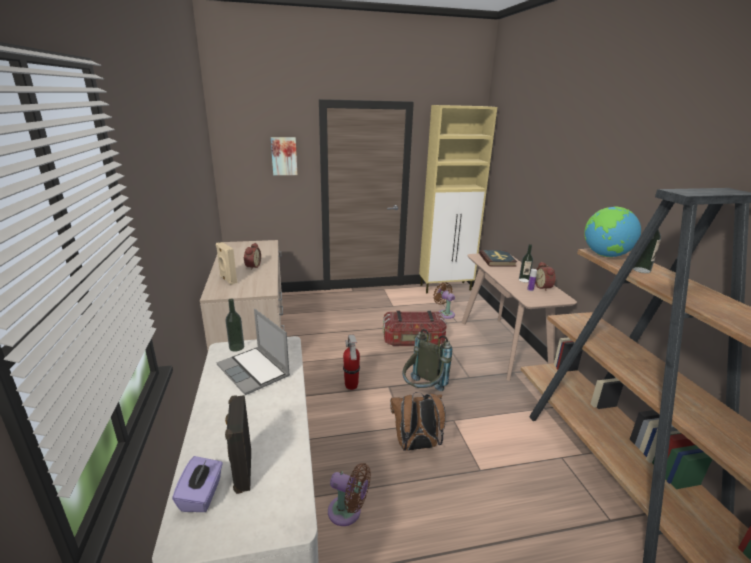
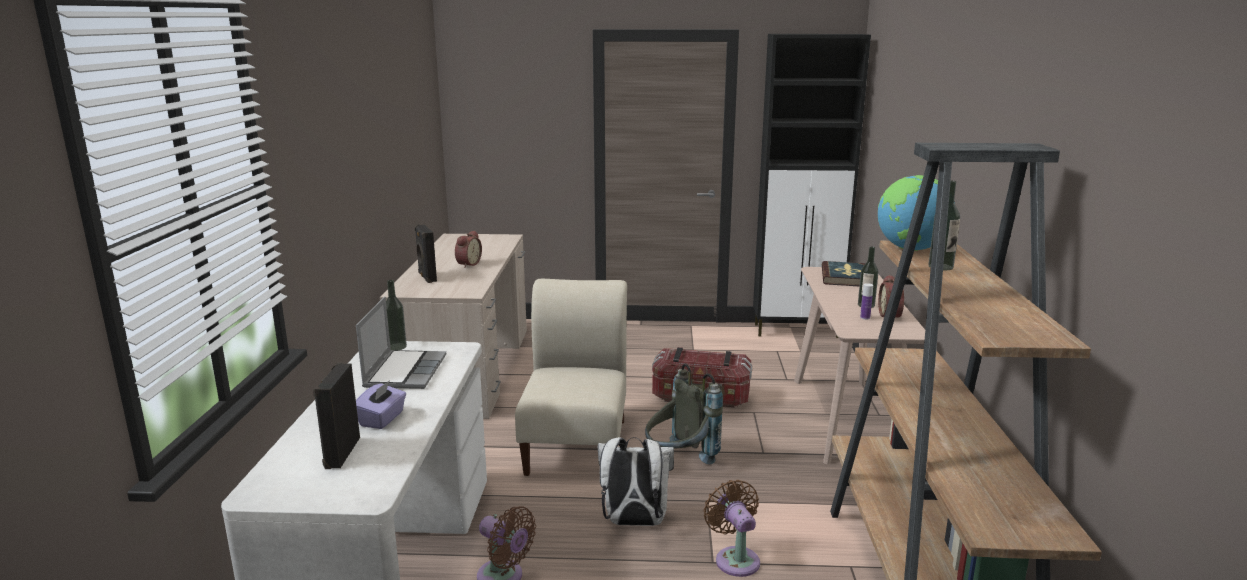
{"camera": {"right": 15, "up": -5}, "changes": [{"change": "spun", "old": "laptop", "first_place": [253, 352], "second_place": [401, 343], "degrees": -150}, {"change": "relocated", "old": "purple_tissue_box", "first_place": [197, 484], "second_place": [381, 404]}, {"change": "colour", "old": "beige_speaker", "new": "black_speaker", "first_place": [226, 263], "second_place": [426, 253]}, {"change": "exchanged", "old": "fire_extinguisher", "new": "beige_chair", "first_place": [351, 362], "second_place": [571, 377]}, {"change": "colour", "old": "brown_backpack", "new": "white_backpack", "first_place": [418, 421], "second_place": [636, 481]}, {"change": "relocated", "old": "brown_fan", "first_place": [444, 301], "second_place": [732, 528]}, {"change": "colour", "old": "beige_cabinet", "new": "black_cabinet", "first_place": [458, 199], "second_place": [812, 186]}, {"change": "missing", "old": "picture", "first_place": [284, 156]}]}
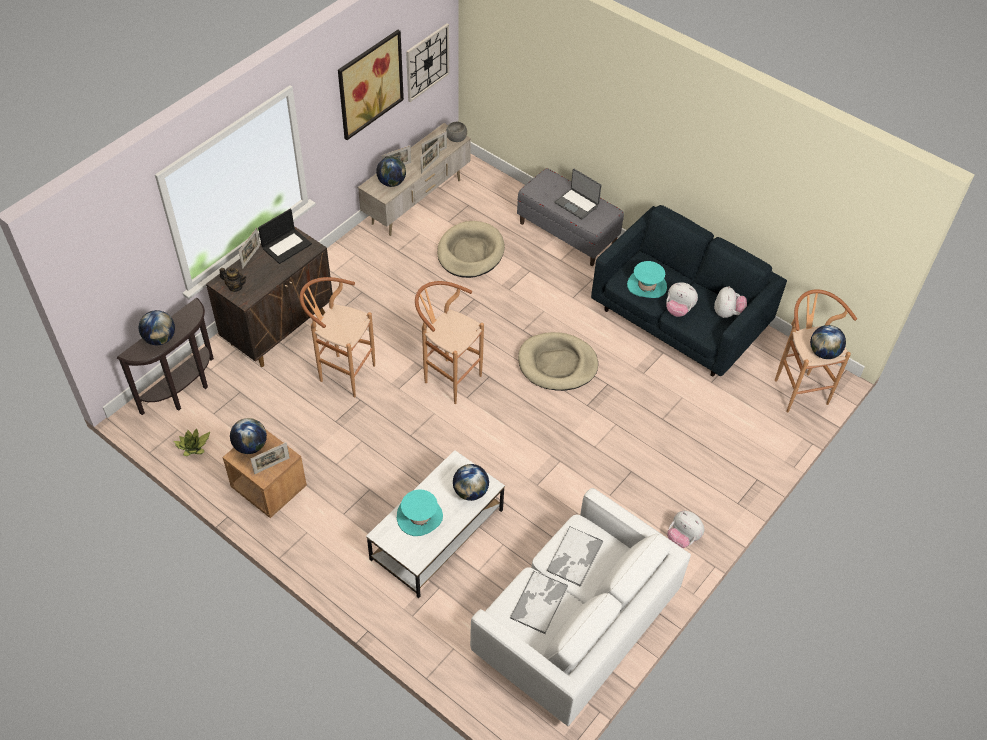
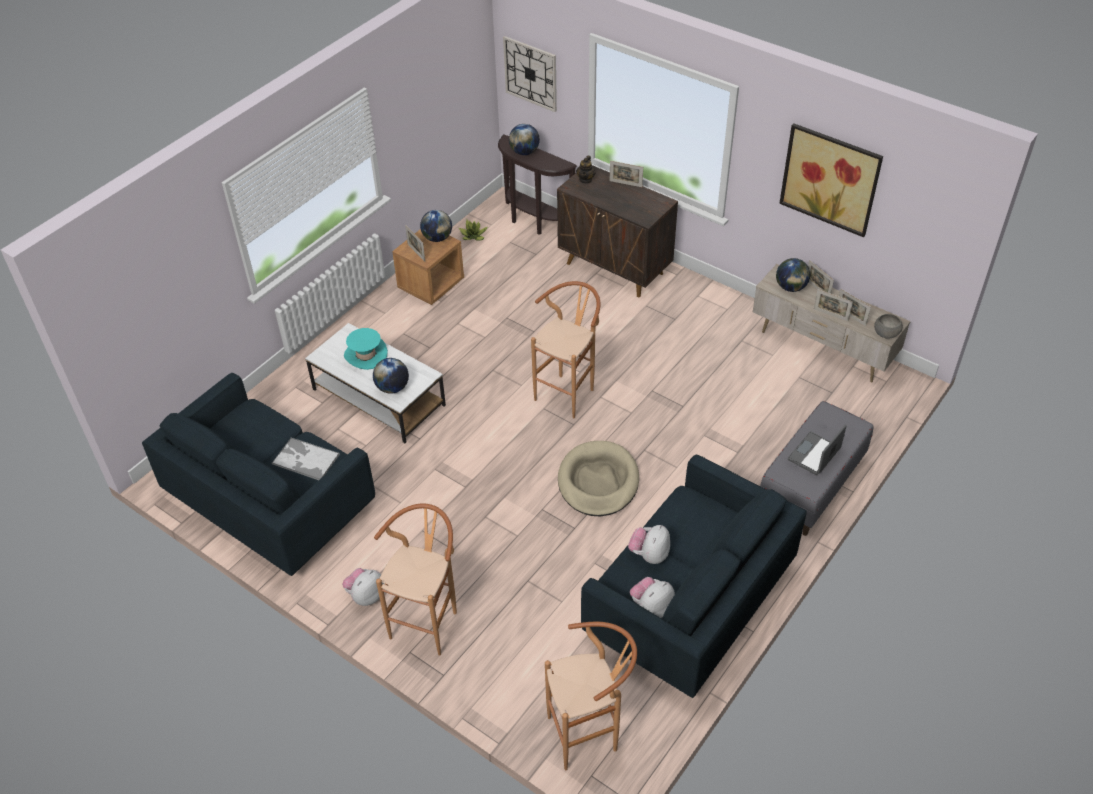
{"camera": {"right": 90, "up": -5}, "changes": [{"change": "colour", "old": "white_sofa", "new": "blue_sofa", "first_place": [580, 607], "second_place": [258, 474]}, {"change": "relocated", "old": "brown_stool", "first_place": [337, 337], "second_place": [415, 580]}, {"change": "relocated", "old": "wall_clock", "first_place": [427, 62], "second_place": [530, 74]}, {"change": "spun", "old": "plush_toy", "first_place": [730, 302], "second_place": [652, 597], "degrees": 135}, {"change": "missing", "old": "laptop", "first_place": [285, 236]}, {"change": "missing", "old": "beige_dog_bed", "first_place": [471, 249]}, {"change": "missing", "old": "tray", "first_place": [539, 602]}, {"change": "missing", "old": "turquoise_hat", "first_place": [647, 279]}, {"change": "missing", "old": "globe", "first_place": [828, 342]}]}
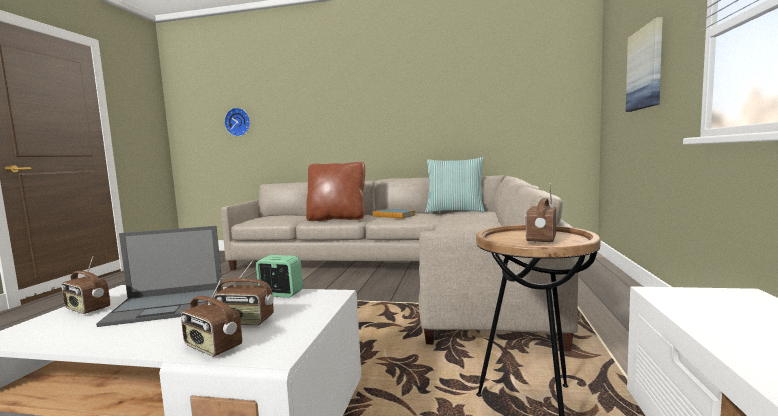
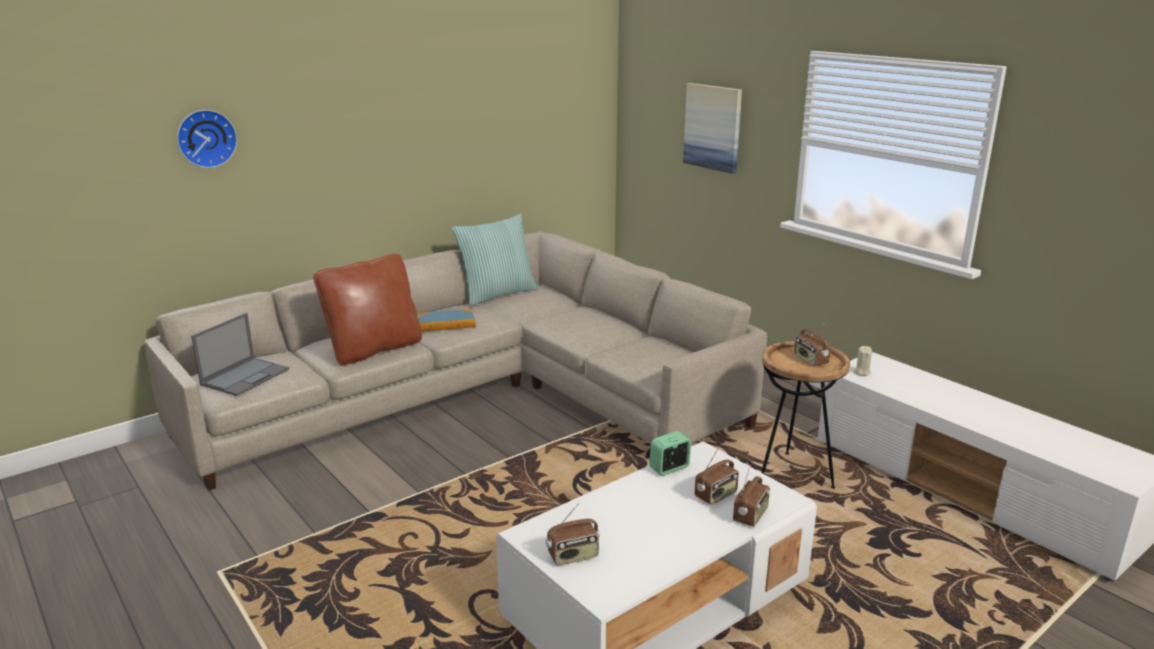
{"camera": {"right": -50, "up": 15}, "changes": [{"change": "relocated", "old": "wall_clock", "first_place": [237, 122], "second_place": [207, 139]}, {"change": "relocated", "old": "laptop", "first_place": [159, 276], "second_place": [240, 354]}, {"change": "spun", "old": "radio", "first_place": [211, 317], "second_place": [751, 497], "degrees": -45}, {"change": "appeared", "new": "beige_candle", "second_place": [863, 361]}]}
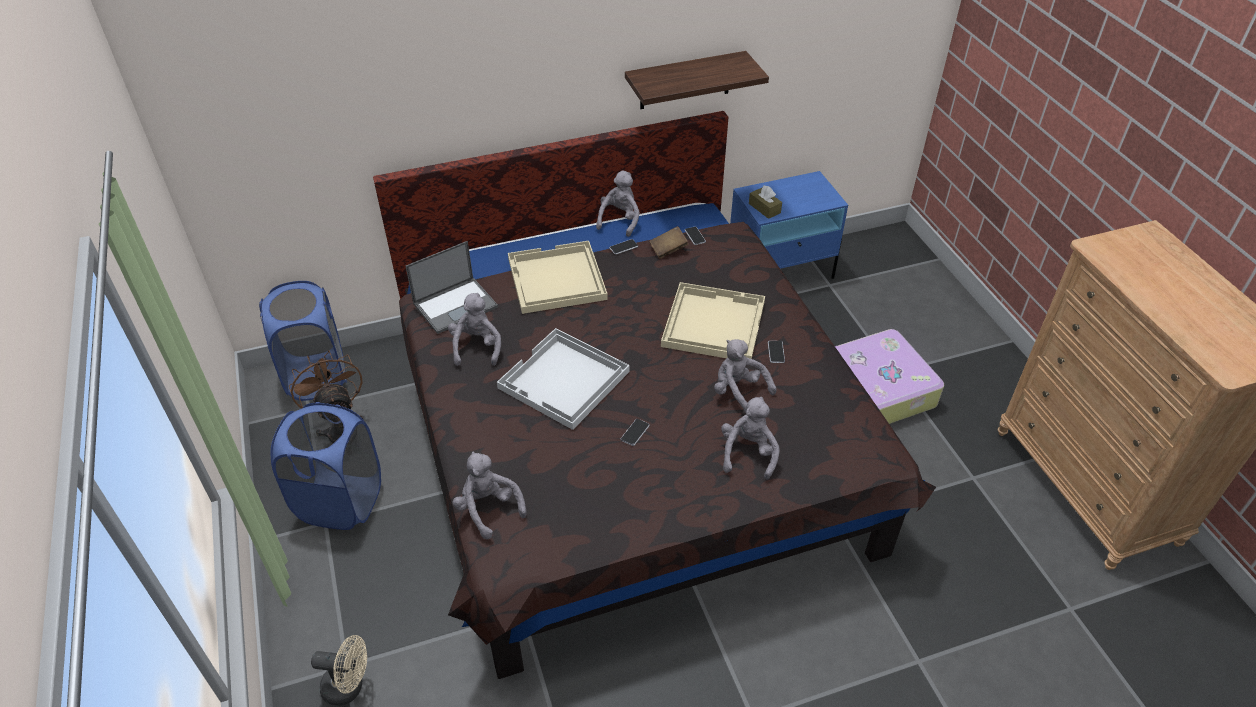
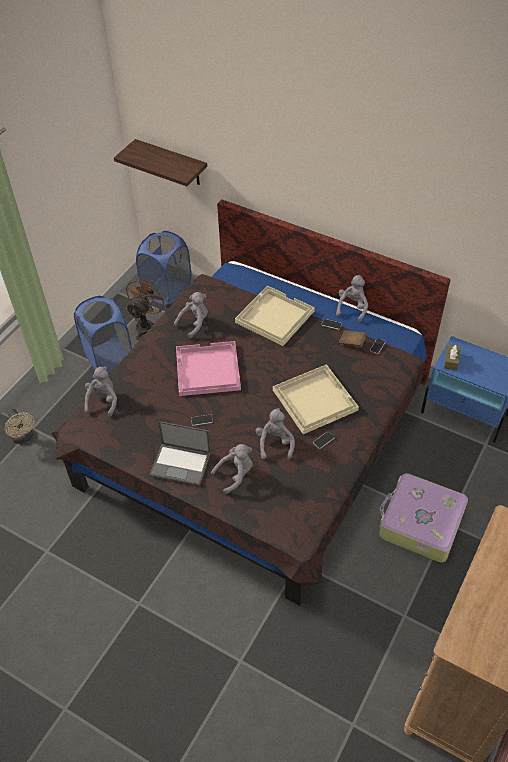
{"camera": {"right": 50, "up": 5}, "changes": [{"change": "relocated", "old": "shelf", "first_place": [697, 80], "second_place": [160, 162]}, {"change": "relocated", "old": "laptop", "first_place": [451, 287], "second_place": [180, 453]}, {"change": "colour", "old": "white_tray", "new": "pink_tray", "first_place": [563, 379], "second_place": [208, 368]}, {"change": "spun", "old": "grey_plush_toy", "first_place": [618, 204], "second_place": [352, 298], "degrees": -45}]}
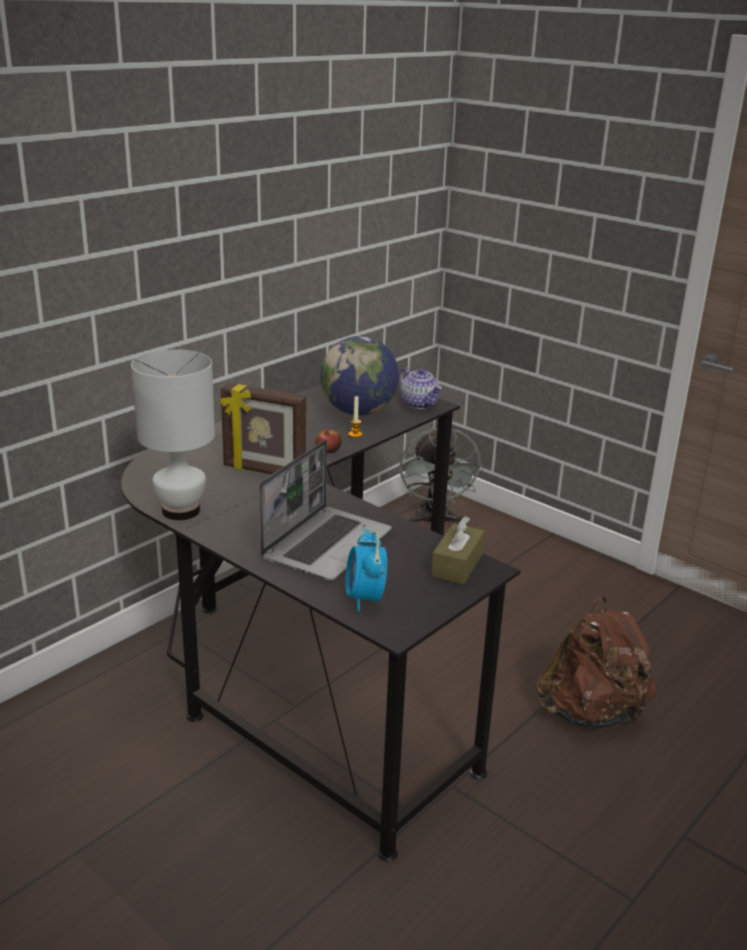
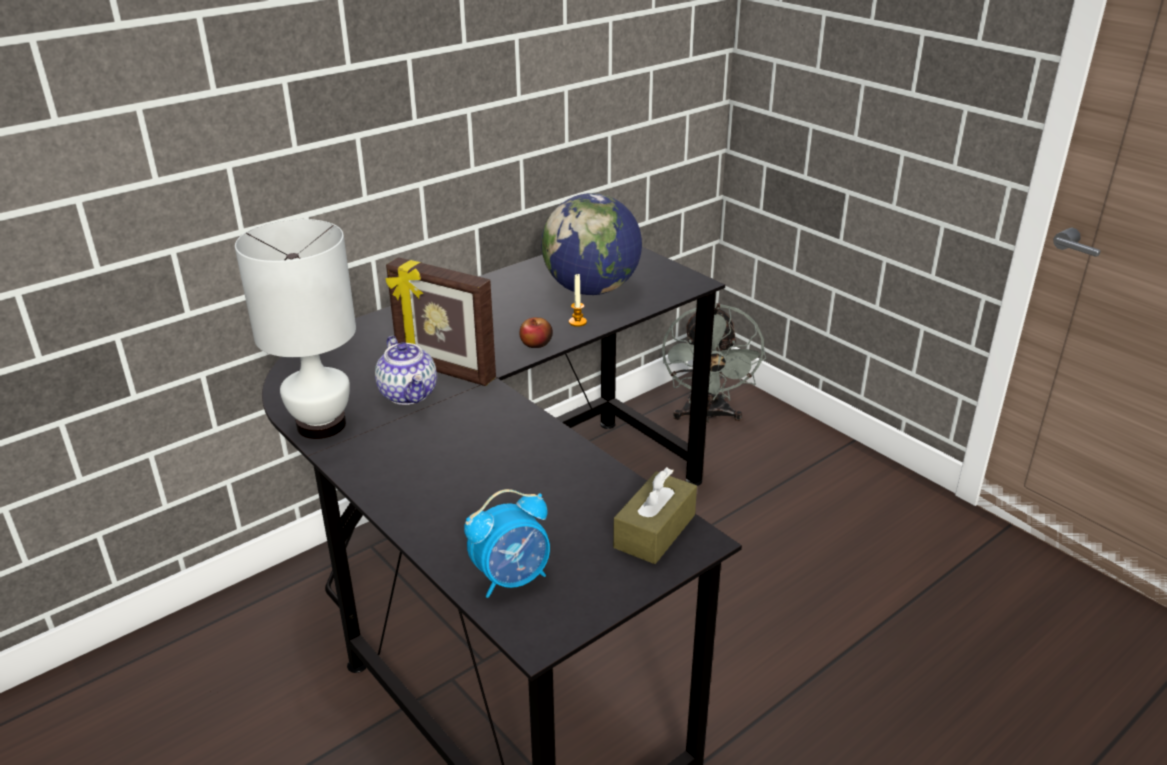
{"camera": {"right": 10, "up": 5}, "changes": [{"change": "relocated", "old": "teapot", "first_place": [421, 388], "second_place": [406, 370]}, {"change": "spun", "old": "alarm_clock", "first_place": [366, 570], "second_place": [507, 543], "degrees": -120}, {"change": "missing", "old": "laptop", "first_place": [325, 510]}, {"change": "missing", "old": "brown_backpack", "first_place": [596, 662]}]}
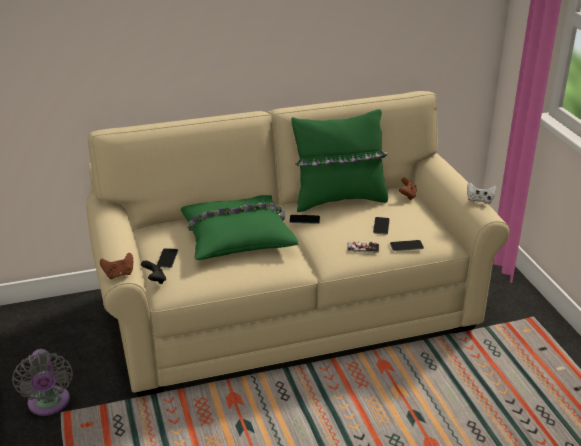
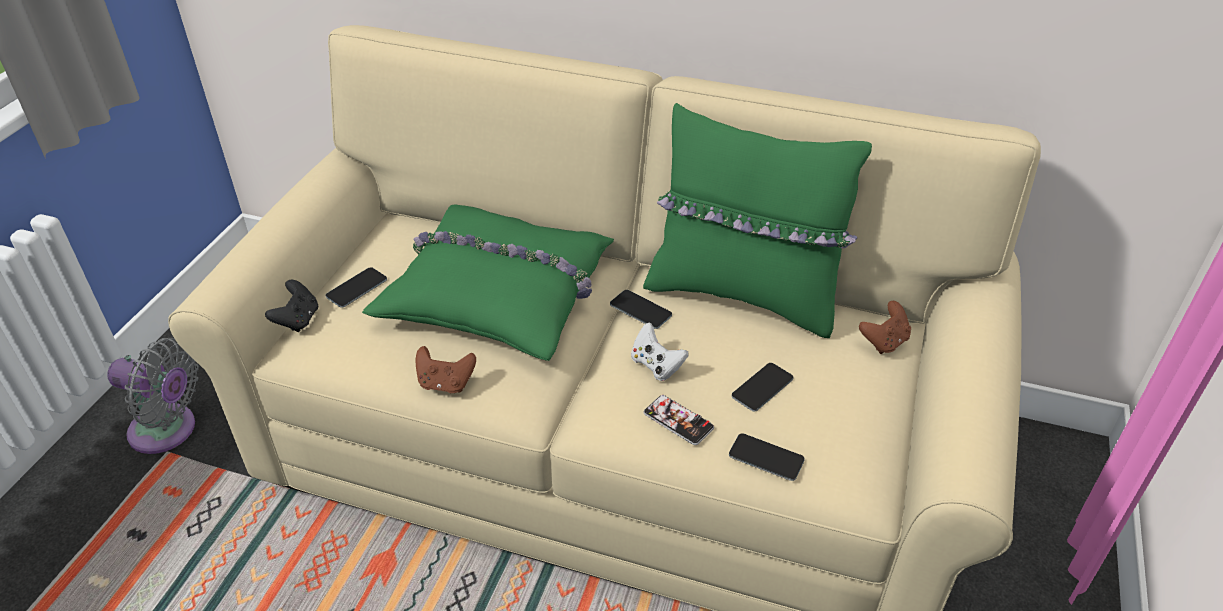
{"camera": {"right": 35, "up": 10}, "changes": [{"change": "spun", "old": "grey_fan", "first_place": [42, 382], "second_place": [153, 396], "degrees": -90}, {"change": "relocated", "old": "brown_game_controller", "first_place": [116, 266], "second_place": [446, 369]}, {"change": "relocated", "old": "white_game_controller", "first_place": [481, 193], "second_place": [660, 352]}]}
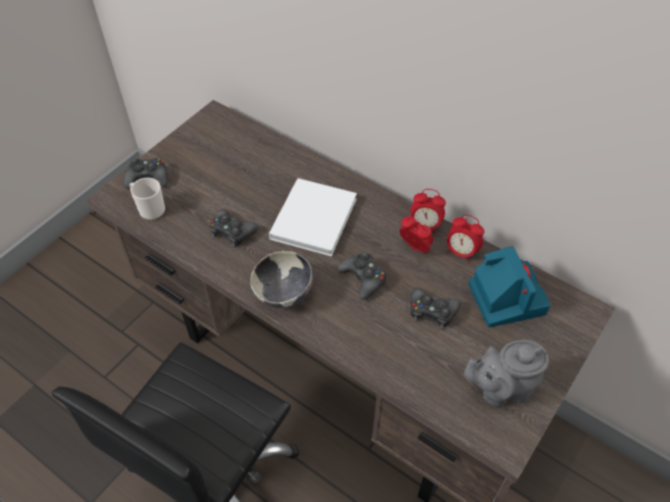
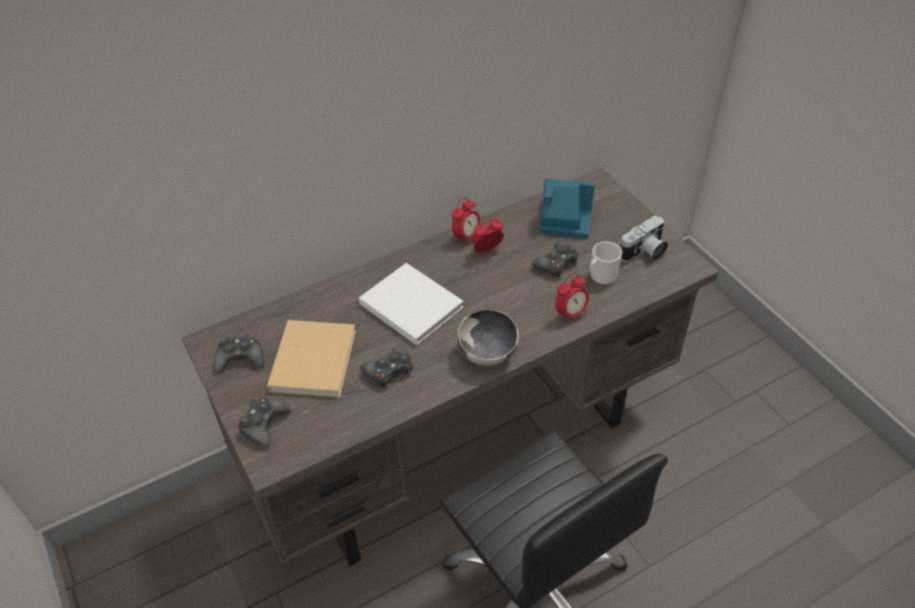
{"camera": {"right": -65, "up": -5}, "changes": [{"change": "relocated", "old": "black_game_controller", "first_place": [361, 276], "second_place": [239, 354]}, {"change": "appeared", "new": "beige_book", "second_place": [311, 359]}, {"change": "relocated", "old": "alarm_clock", "first_place": [465, 238], "second_place": [572, 298]}, {"change": "relocated", "old": "mug", "first_place": [147, 199], "second_place": [606, 263]}, {"change": "exchanged", "old": "grey_teapot", "new": "photo_camera", "first_place": [506, 373], "second_place": [644, 238]}]}
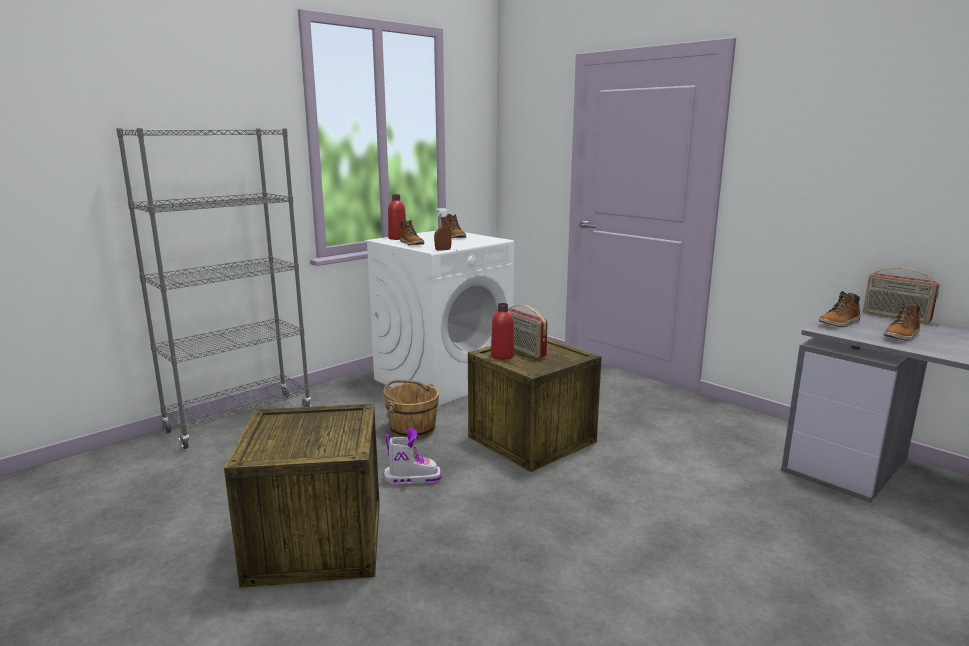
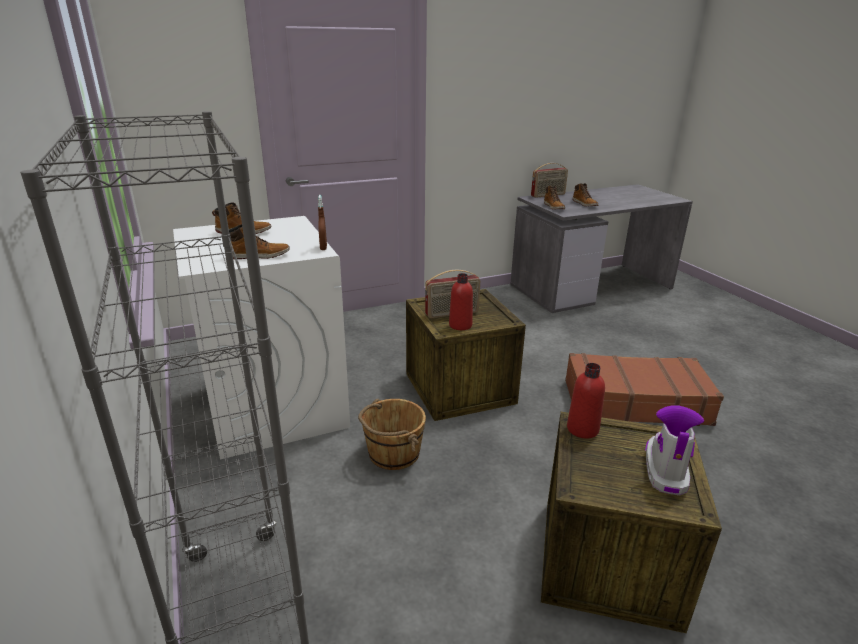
{"camera": {"right": -70, "up": 10}, "changes": [{"change": "appeared", "new": "brown_suitcase", "second_place": [644, 389]}, {"change": "relocated", "old": "red_bottle", "first_place": [397, 217], "second_place": [586, 401]}, {"change": "relocated", "old": "boot", "first_place": [413, 456], "second_place": [674, 450]}]}
